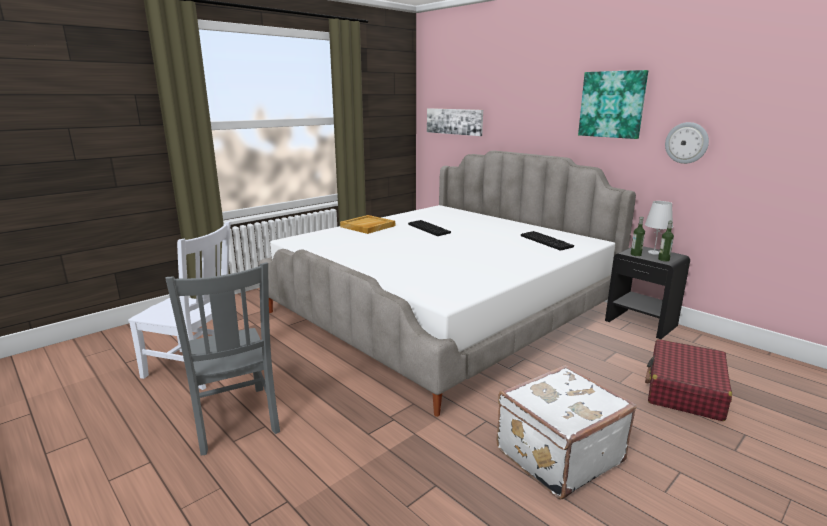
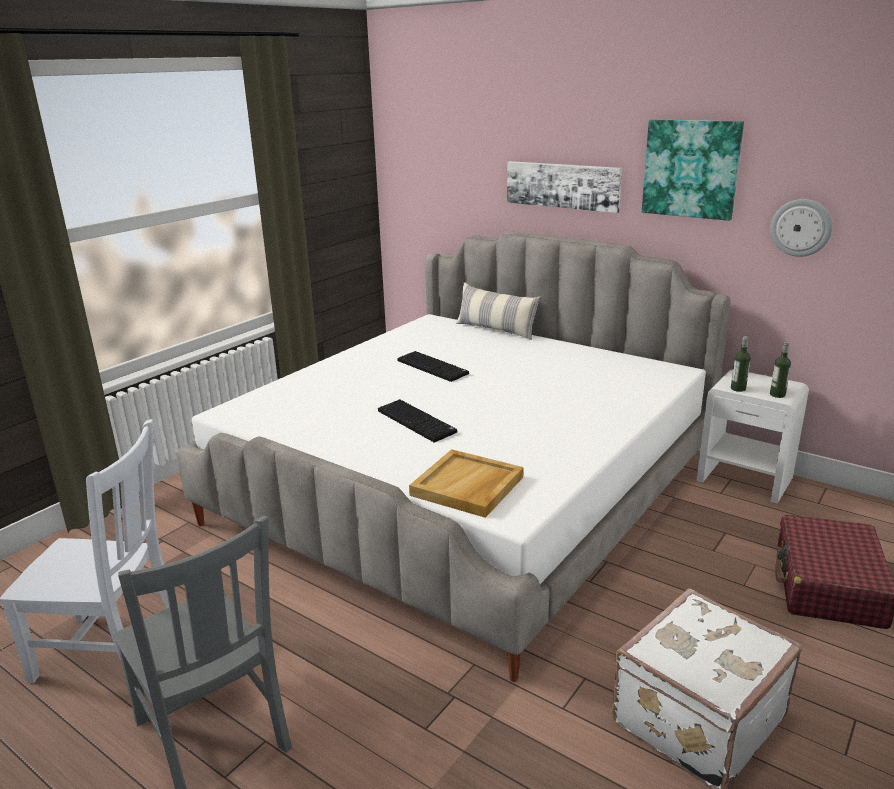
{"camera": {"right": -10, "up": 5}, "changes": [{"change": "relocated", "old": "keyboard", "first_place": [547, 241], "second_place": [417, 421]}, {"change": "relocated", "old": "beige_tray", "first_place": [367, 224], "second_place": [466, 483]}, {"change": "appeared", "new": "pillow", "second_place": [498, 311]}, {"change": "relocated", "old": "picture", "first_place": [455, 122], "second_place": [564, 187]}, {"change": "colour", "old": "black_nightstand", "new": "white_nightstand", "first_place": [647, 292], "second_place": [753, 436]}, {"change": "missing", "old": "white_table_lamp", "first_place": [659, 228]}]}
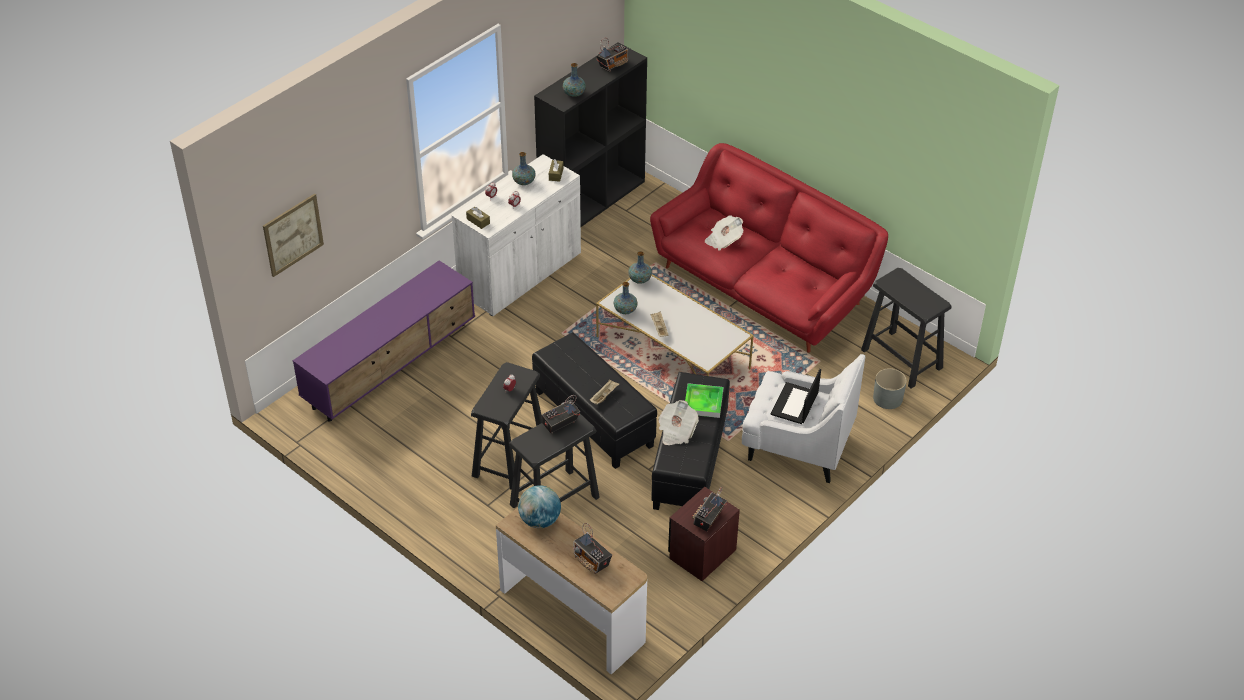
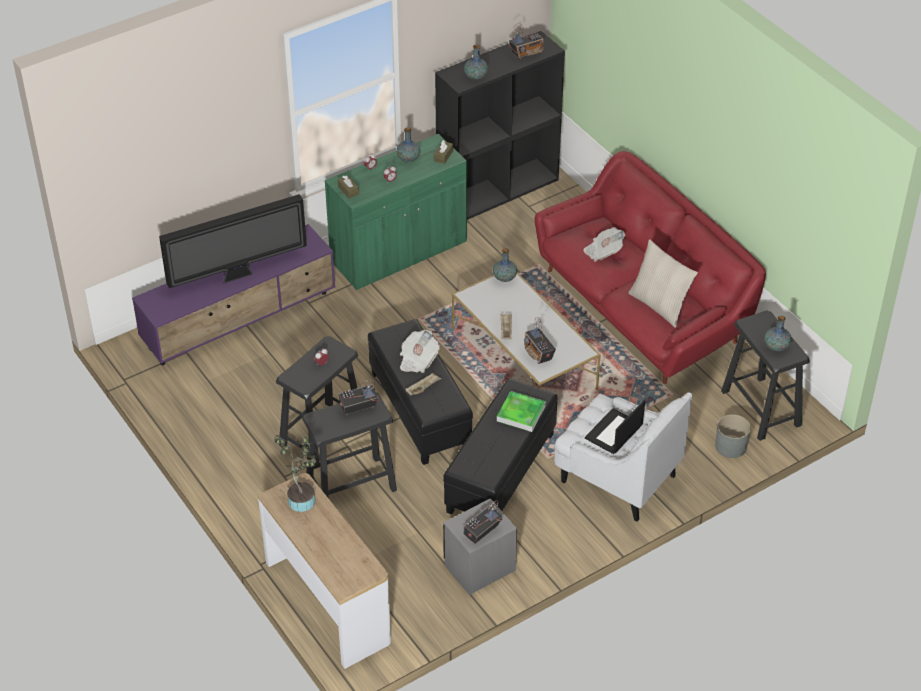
{"camera": {"right": 15, "up": 0}, "changes": [{"change": "appeared", "new": "television", "second_place": [233, 241]}, {"change": "exchanged", "old": "globe", "new": "potted_plant", "first_place": [539, 506], "second_place": [295, 473]}, {"change": "colour", "old": "white_cabinet", "new": "green_cabinet", "first_place": [516, 235], "second_place": [396, 212]}, {"change": "relocated", "old": "newspaper", "first_place": [678, 422], "second_place": [420, 351]}, {"change": "colour", "old": "brown_nightstand", "new": "grey_nightstand", "first_place": [704, 534], "second_place": [480, 546]}, {"change": "relocated", "old": "radio", "first_place": [592, 548], "second_place": [539, 340]}, {"change": "appeared", "new": "beige_pillow", "second_place": [663, 283]}, {"change": "relocated", "old": "vase", "first_place": [626, 298], "second_place": [778, 333]}, {"change": "missing", "old": "picture", "first_place": [293, 235]}]}
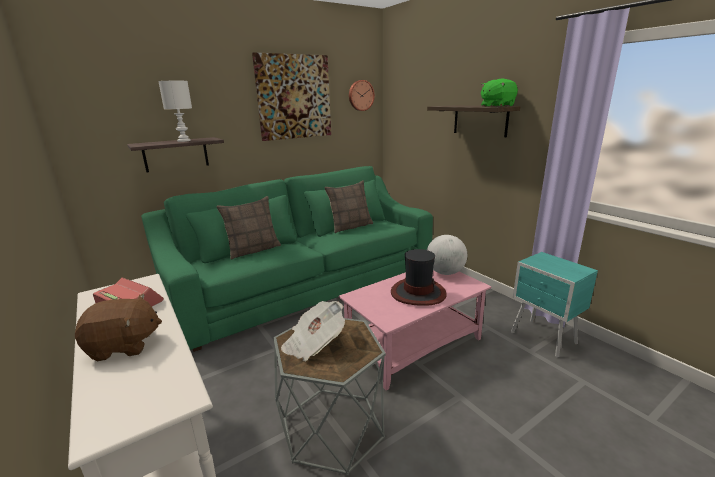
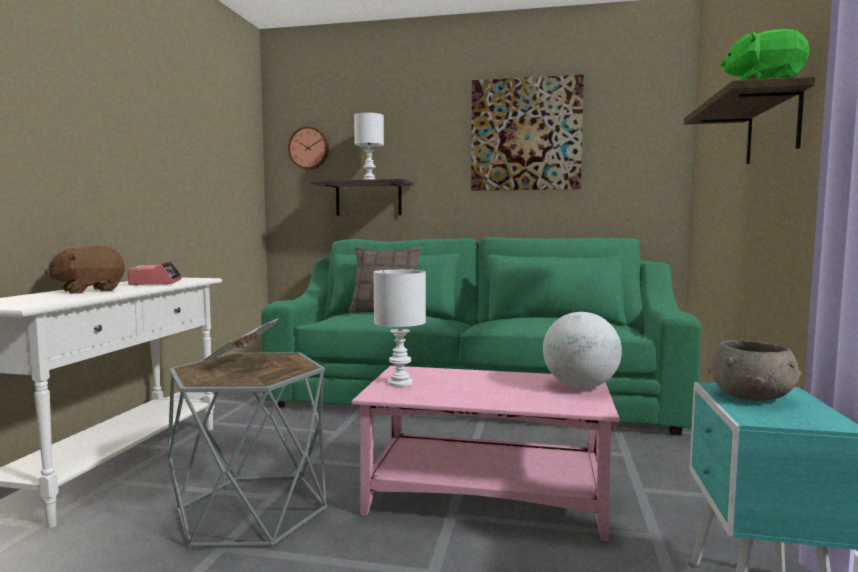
{"camera": {"right": 45, "up": -15}, "changes": [{"change": "spun", "old": "brown_plush_toy", "first_place": [118, 327], "second_place": [85, 269], "degrees": 105}, {"change": "relocated", "old": "wall_clock", "first_place": [362, 95], "second_place": [308, 148]}, {"change": "appeared", "new": "white_table_lamp", "second_place": [400, 328]}, {"change": "appeared", "new": "grey_bowl", "second_place": [754, 370]}, {"change": "missing", "old": "pillow", "first_place": [348, 207]}, {"change": "missing", "old": "hat", "first_place": [419, 277]}]}
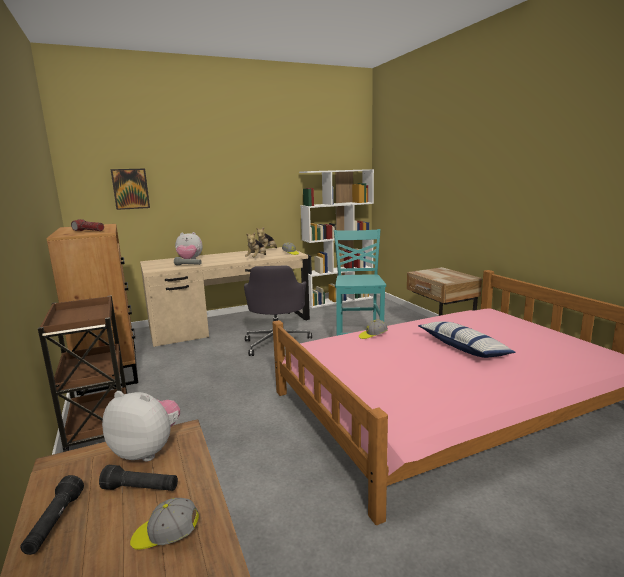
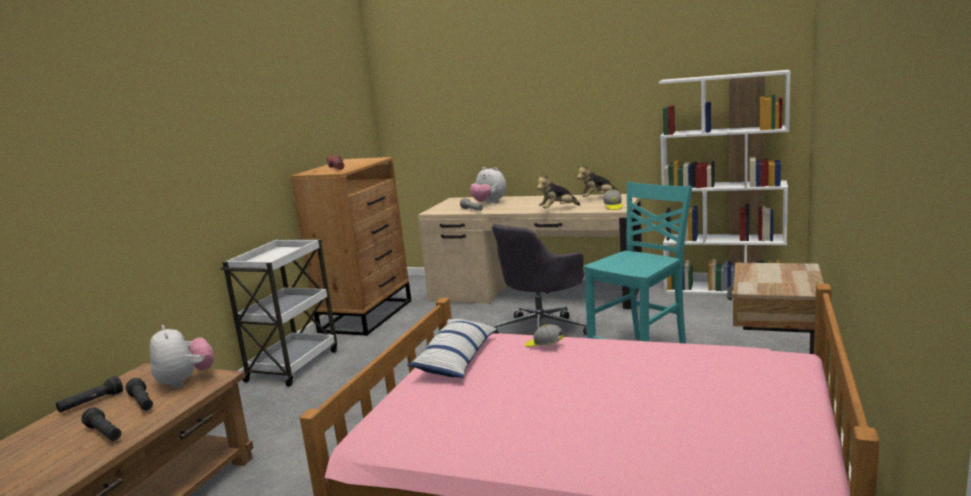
{"camera": {"right": 45, "up": 0}, "changes": [{"change": "exchanged", "old": "cap", "new": "black_flashlight", "first_place": [164, 524], "second_place": [101, 424]}, {"change": "colour", "old": "brown_cart", "new": "white_cart", "first_place": [82, 373], "second_place": [278, 312]}, {"change": "relocated", "old": "pillow", "first_place": [467, 340], "second_place": [452, 348]}, {"change": "missing", "old": "picture", "first_place": [130, 189]}]}
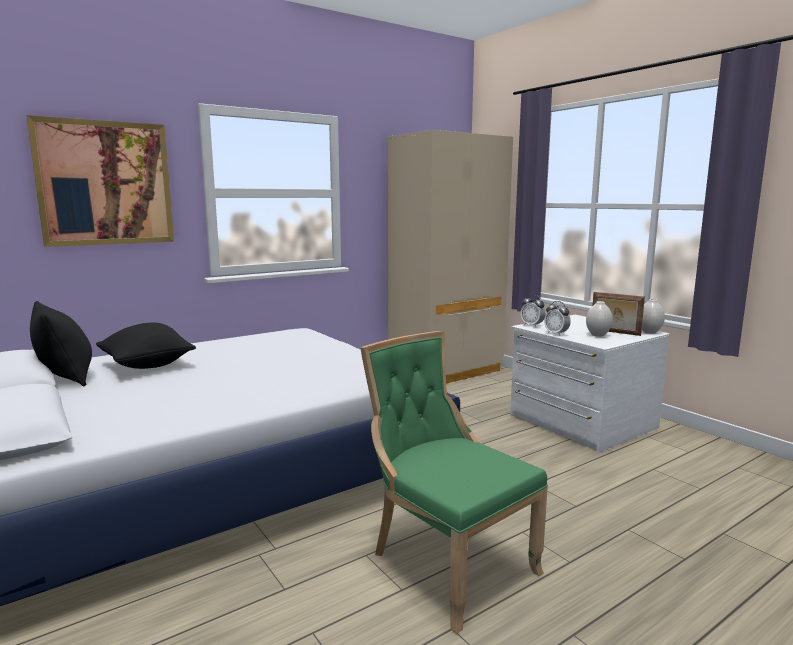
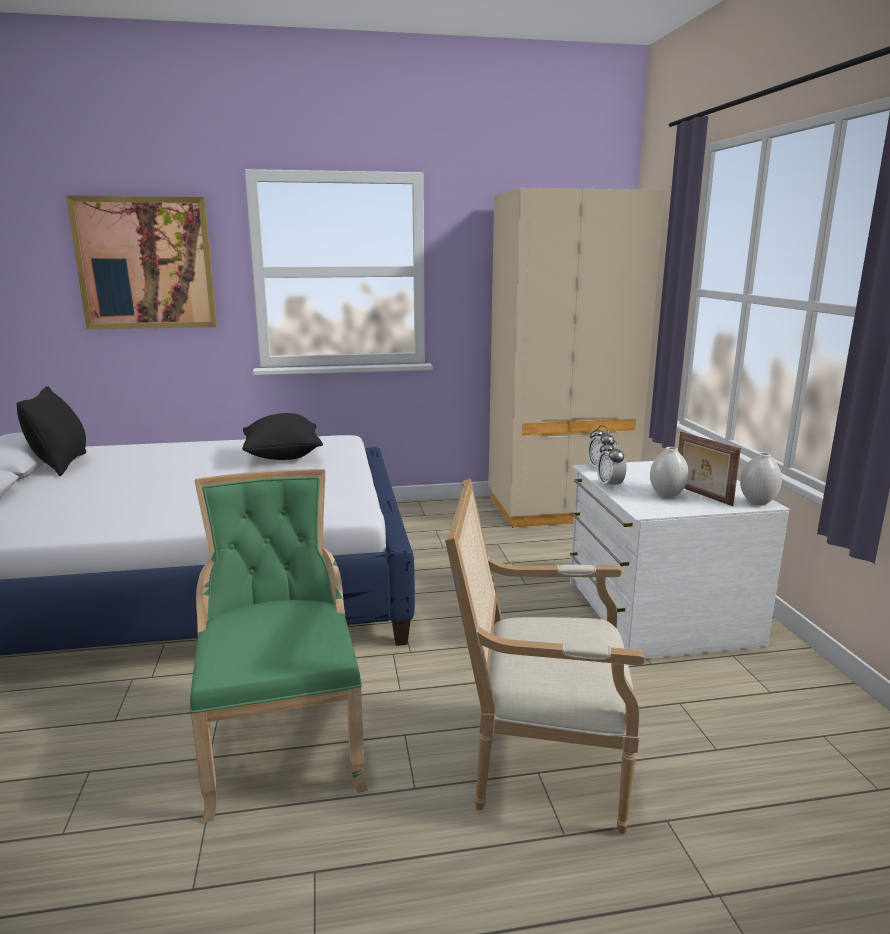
{"camera": {"right": 25, "up": 5}, "changes": [{"change": "relocated", "old": "black_pillow", "first_place": [146, 346], "second_place": [282, 436]}, {"change": "appeared", "new": "armchair", "second_place": [545, 656]}]}
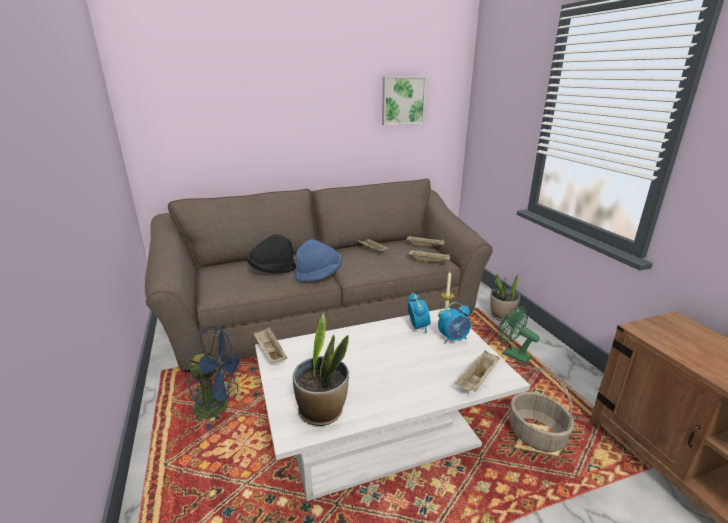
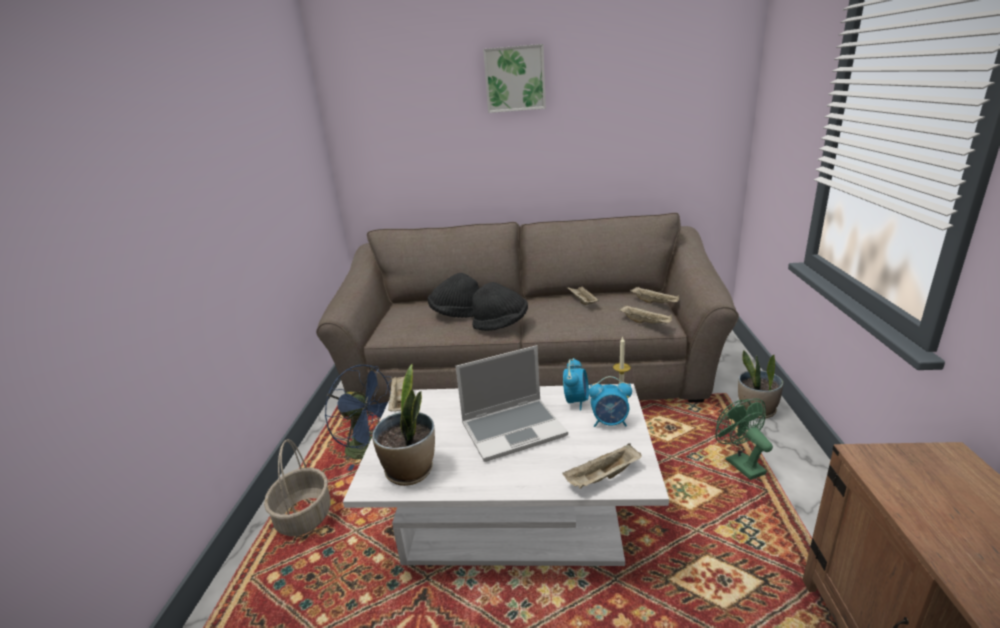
{"camera": {"right": 25, "up": 0}, "changes": [{"change": "relocated", "old": "basket", "first_place": [542, 409], "second_place": [297, 487]}, {"change": "appeared", "new": "laptop", "second_place": [511, 403]}, {"change": "colour", "old": "blue_hat", "new": "black_hat", "first_place": [318, 260], "second_place": [500, 306]}, {"change": "relocated", "old": "picture", "first_place": [404, 101], "second_place": [514, 78]}]}
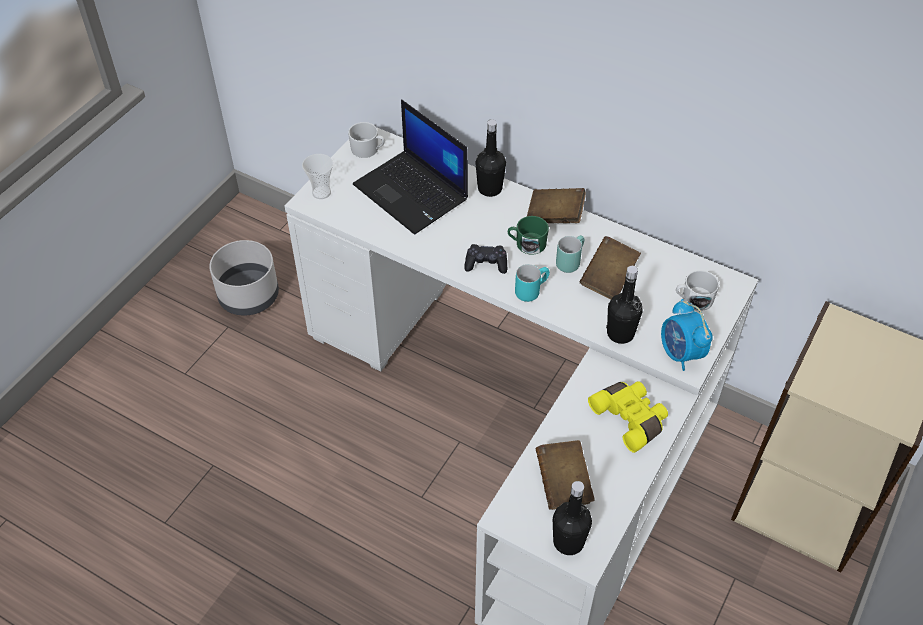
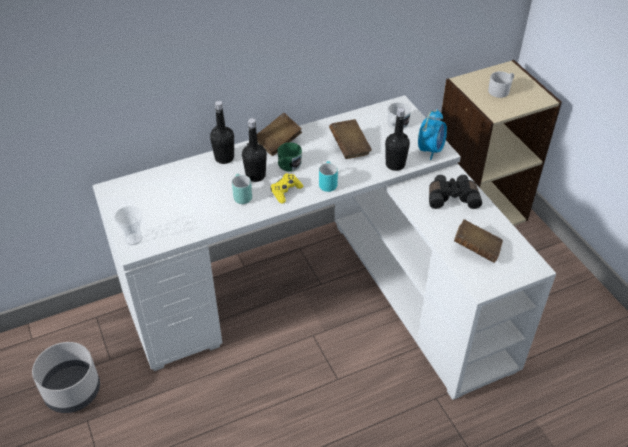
{"camera": {"right": -55, "up": -5}, "changes": [{"change": "relocated", "old": "turquoise_mug", "first_place": [570, 254], "second_place": [242, 189]}, {"change": "relocated", "old": "black_bottle", "first_place": [572, 518], "second_place": [254, 150]}, {"change": "colour", "old": "black_game_controller", "new": "yellow_game_controller", "first_place": [485, 259], "second_place": [286, 188]}, {"change": "spun", "old": "alarm_clock", "first_place": [687, 335], "second_place": [432, 134], "degrees": -75}, {"change": "colour", "old": "yellow_binoculars", "new": "black_binoculars", "first_place": [628, 417], "second_place": [455, 192]}, {"change": "relocated", "old": "white_mug", "first_place": [366, 140], "second_place": [501, 84]}, {"change": "missing", "old": "laptop", "first_place": [410, 167]}]}
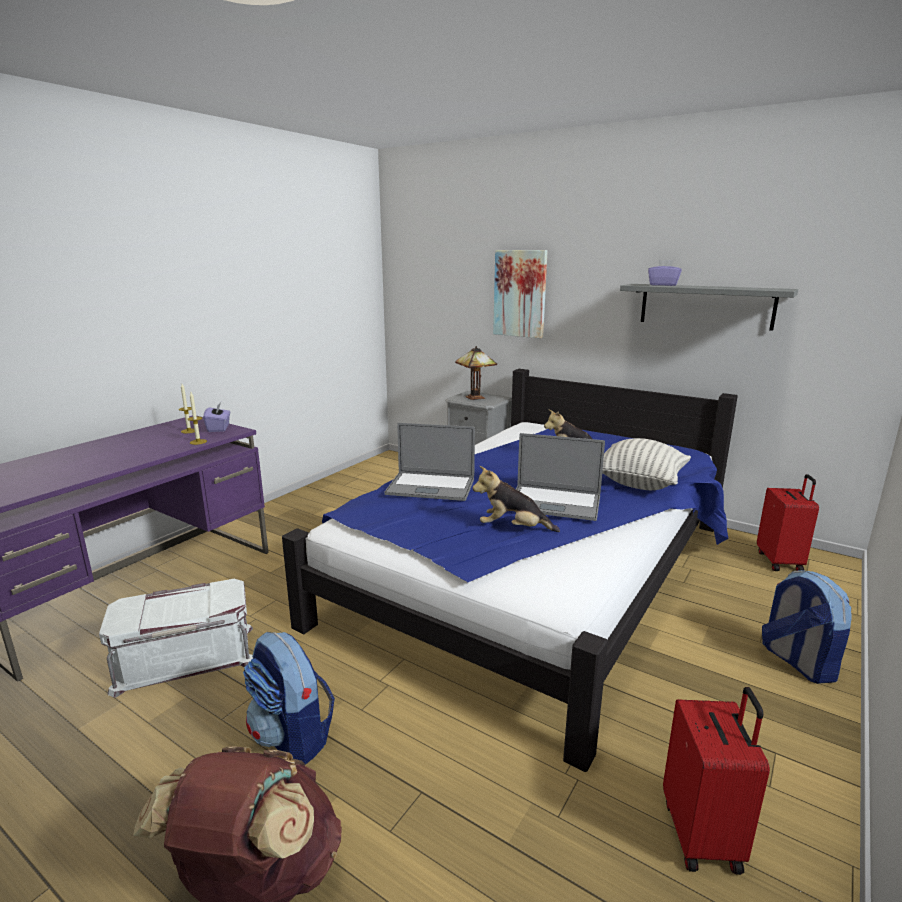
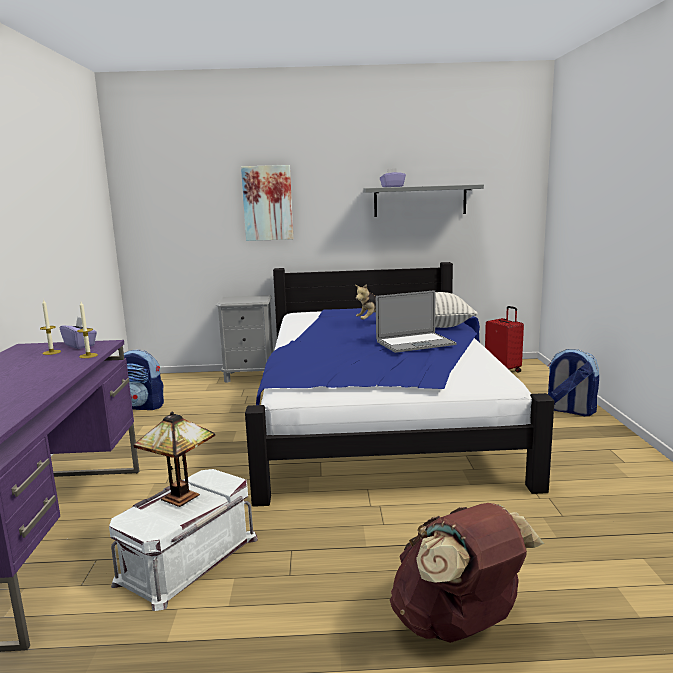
{"camera": {"right": -35, "up": -5}, "changes": [{"change": "relocated", "old": "backpack", "first_place": [289, 698], "second_place": [144, 379]}, {"change": "relocated", "old": "table_lamp", "first_place": [476, 373], "second_place": [174, 459]}, {"change": "missing", "old": "laptop", "first_place": [429, 462]}, {"change": "missing", "old": "plush_toy", "first_place": [516, 499]}, {"change": "missing", "old": "red_suitcase", "first_place": [716, 781]}]}
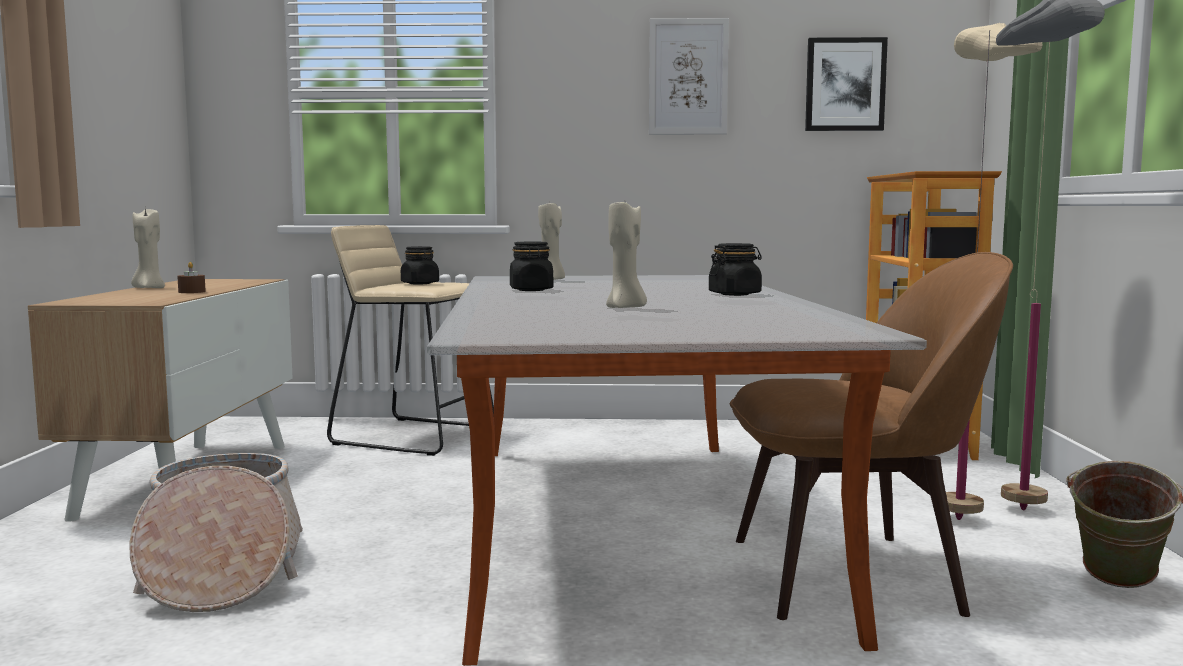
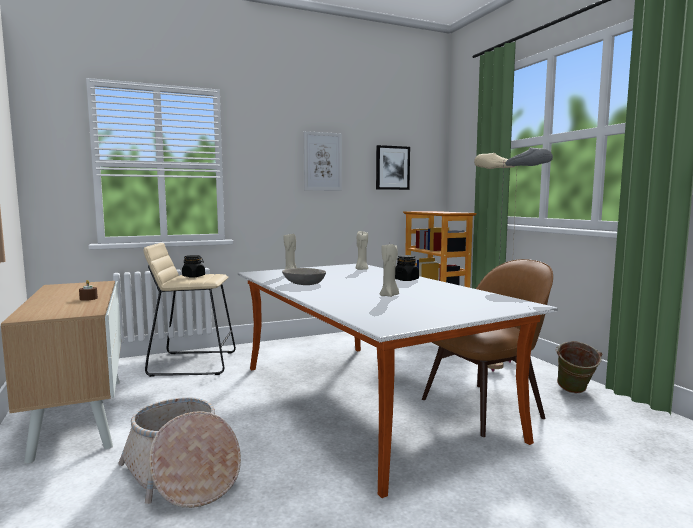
{"camera": {"right": -25, "up": 0}, "changes": [{"change": "exchanged", "old": "black_jar", "new": "grey_bowl", "first_place": [531, 266], "second_place": [304, 276]}, {"change": "relocated", "old": "beige_candle", "first_place": [148, 248], "second_place": [362, 250]}]}
